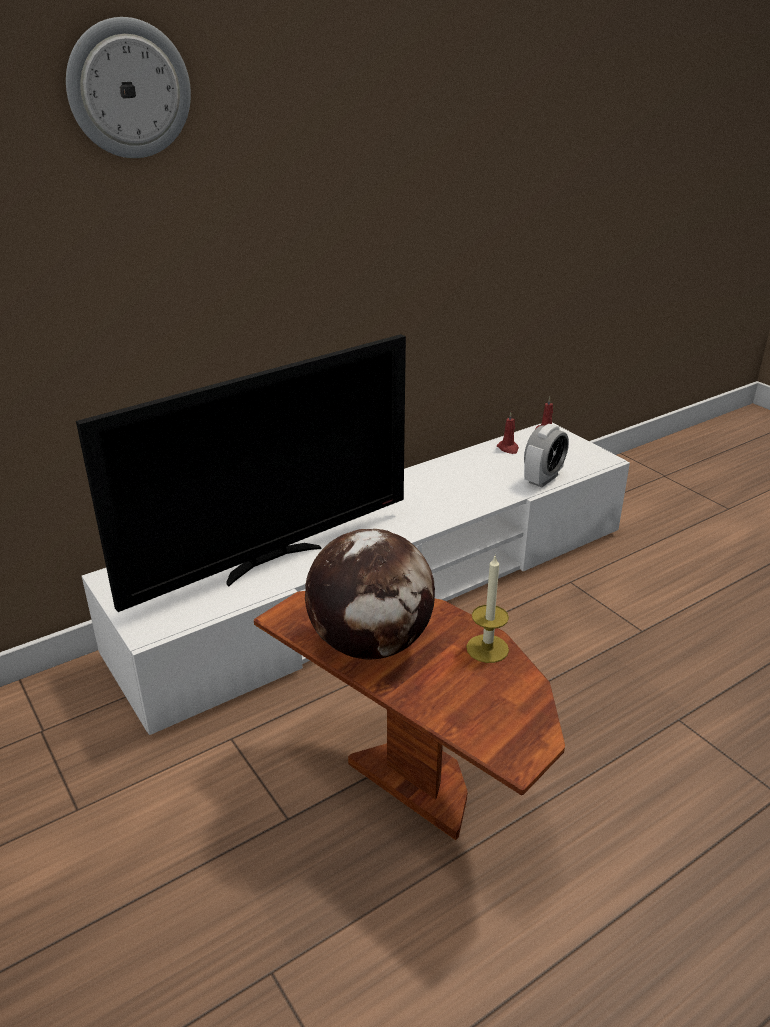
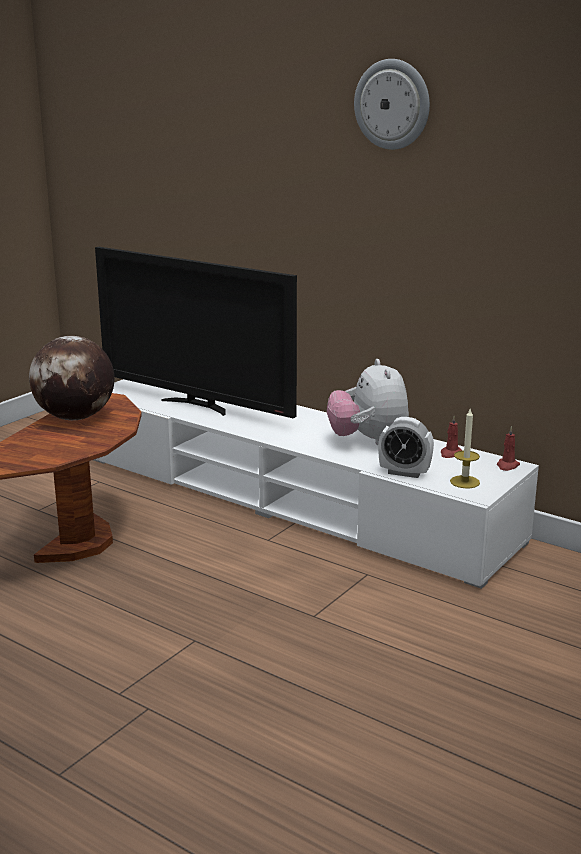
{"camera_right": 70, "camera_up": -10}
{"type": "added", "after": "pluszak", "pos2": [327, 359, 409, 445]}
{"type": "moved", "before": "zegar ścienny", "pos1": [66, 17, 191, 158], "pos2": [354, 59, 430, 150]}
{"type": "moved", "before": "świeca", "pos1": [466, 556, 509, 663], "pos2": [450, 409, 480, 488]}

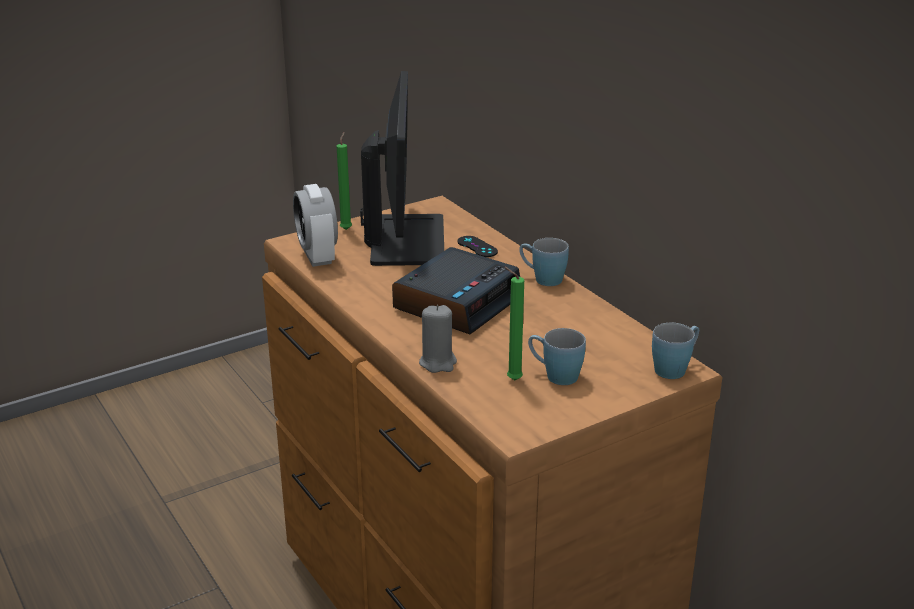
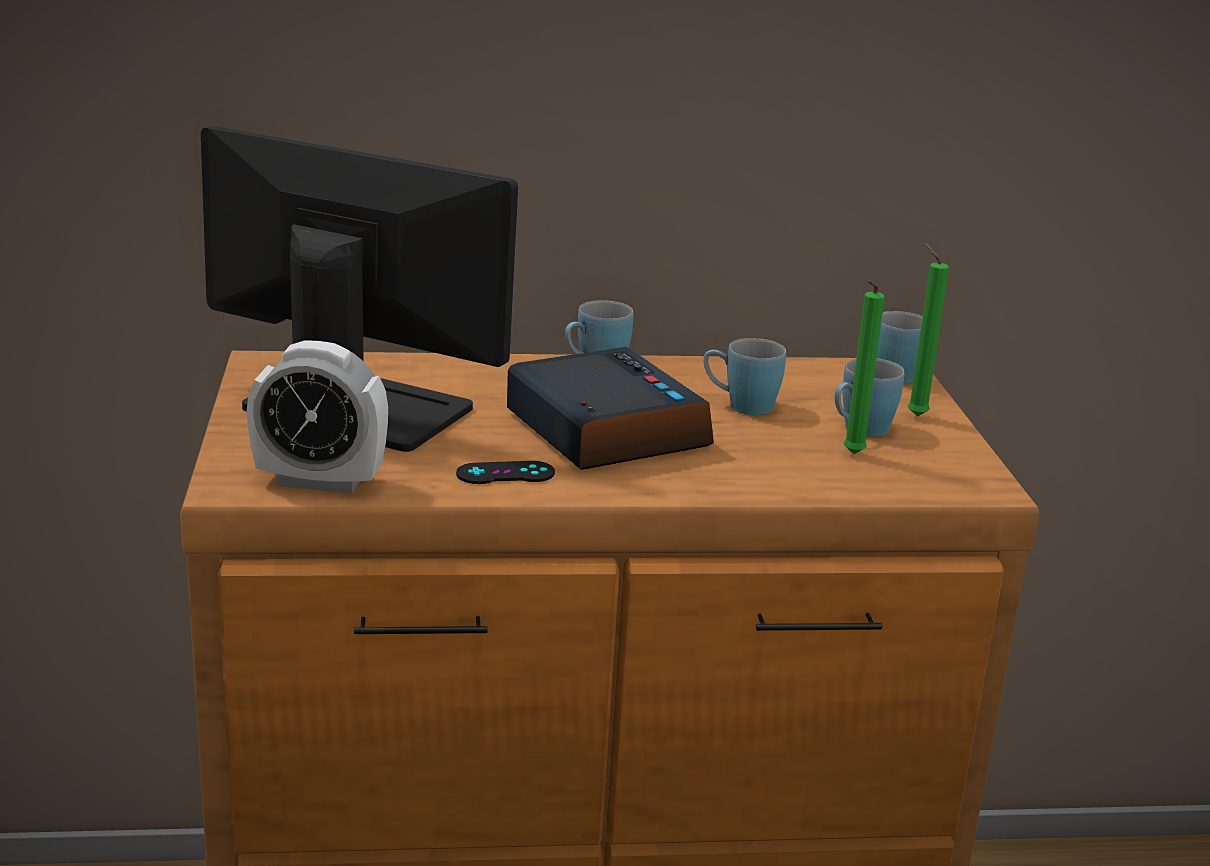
{"camera_right": -65, "camera_up": -5}
{"type": "removed", "before": "świeca (szary)", "pos1": [419, 305, 457, 373]}
{"type": "added", "after": "kubek (niebieski)", "pos2": [704, 338, 786, 415]}
{"type": "moved", "before": "świeca (zielony)", "pos1": [337, 132, 352, 230], "pos2": [908, 243, 949, 417]}
{"type": "moved", "before": "pad do gier (czarny)", "pos1": [457, 236, 498, 257], "pos2": [456, 461, 555, 484]}

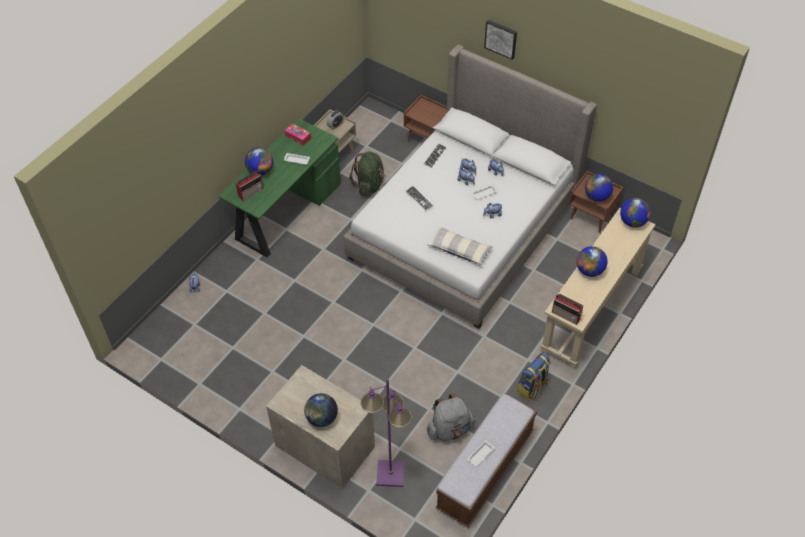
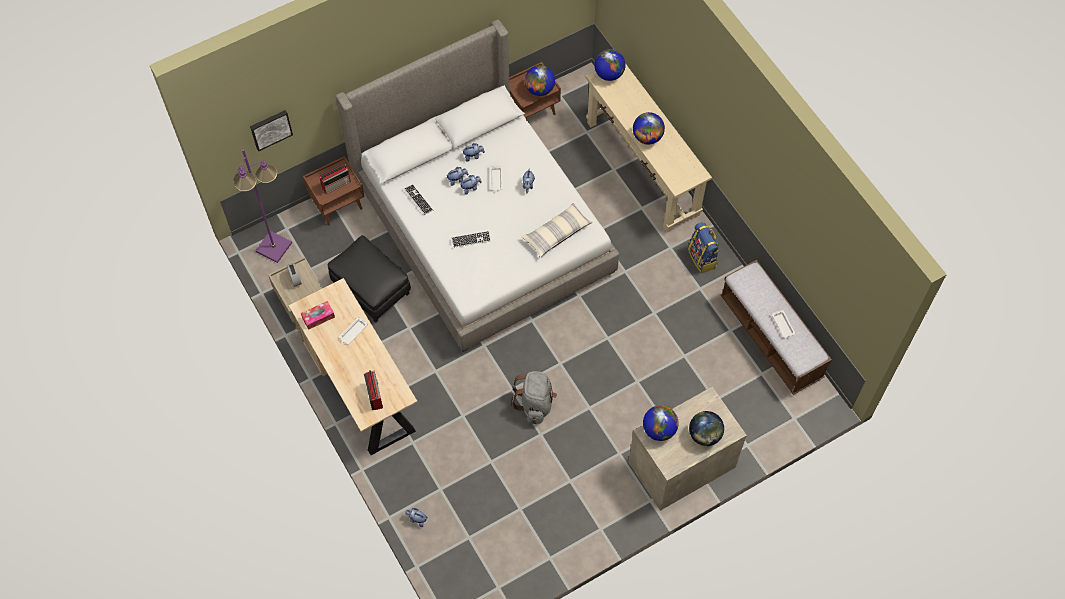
{"camera_right": -65, "camera_up": 10}
{"type": "moved", "before": "globus", "pos1": [245, 147, 273, 176], "pos2": [643, 405, 679, 441]}
{"type": "moved", "before": "lampa stojąca (fioletowy)", "pos1": [361, 378, 412, 487], "pos2": [233, 149, 292, 263]}
{"type": "moved", "before": "plecak (szary)", "pos1": [427, 393, 475, 441], "pos2": [511, 371, 557, 424]}
{"type": "moved", "before": "obraz", "pos1": [484, 20, 517, 60], "pos2": [250, 110, 293, 151]}
{"type": "moved", "before": "radio", "pos1": [552, 294, 583, 325], "pos2": [319, 164, 351, 194]}
{"type": "replaced", "before": "plecak (zielony)", "after": "pufa (czarny)", "pos1": [349, 152, 386, 197], "pos2": [328, 235, 411, 323]}
{"type": "recoloured", "before": "biurko (zielony)", "after": "biurko (beżowy)", "pos1": [218, 119, 341, 258], "pos2": [289, 278, 418, 455]}

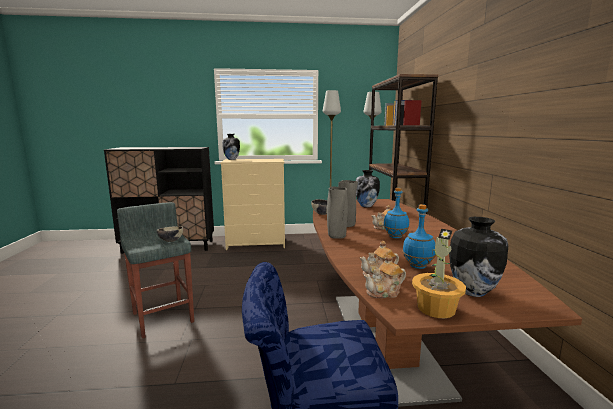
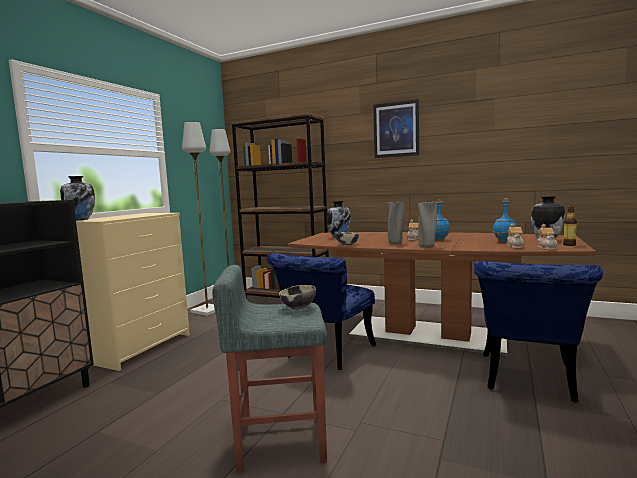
{"camera_right": -60, "camera_up": -5}
{"type": "added", "after": "krzesło (niebieski)", "pos2": [266, 253, 376, 370]}
{"type": "added", "after": "obraz", "pos2": [373, 99, 419, 158]}
{"type": "replaced", "before": "roślina doniczkowa", "after": "butelka", "pos1": [412, 229, 466, 318], "pos2": [563, 206, 577, 246]}

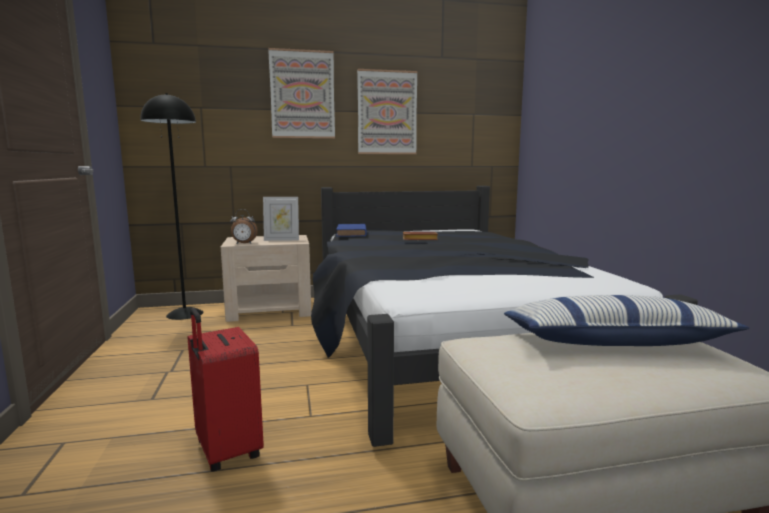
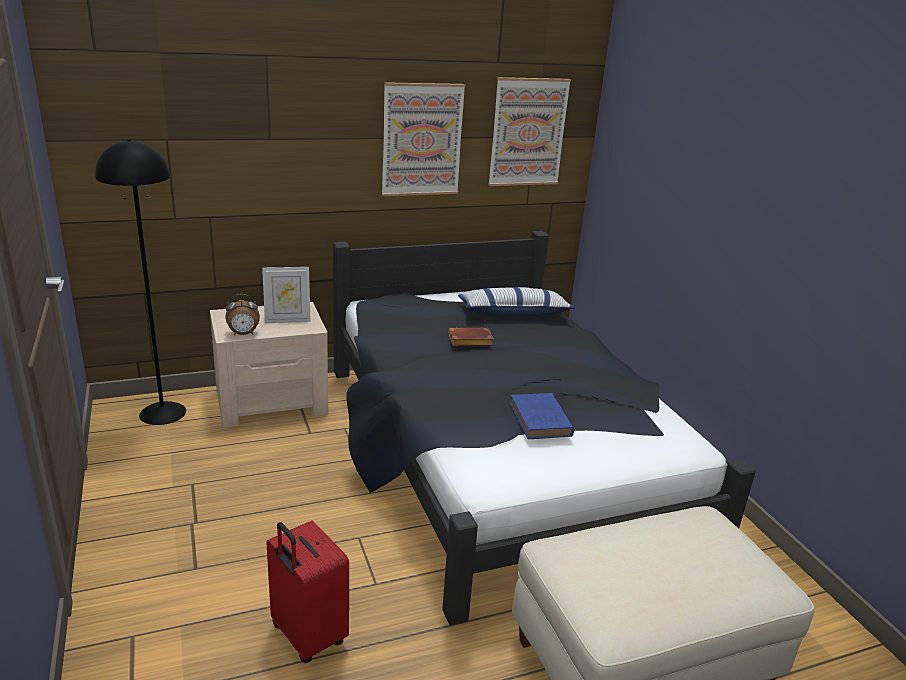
{"camera_right": -10, "camera_up": 15}
{"type": "moved", "before": "obraz", "pos1": [268, 48, 335, 139], "pos2": [488, 77, 571, 186]}
{"type": "moved", "before": "książka (niebieski)", "pos1": [336, 224, 367, 237], "pos2": [510, 393, 574, 439]}
{"type": "moved", "before": "poduszka", "pos1": [504, 295, 749, 346], "pos2": [458, 288, 575, 316]}

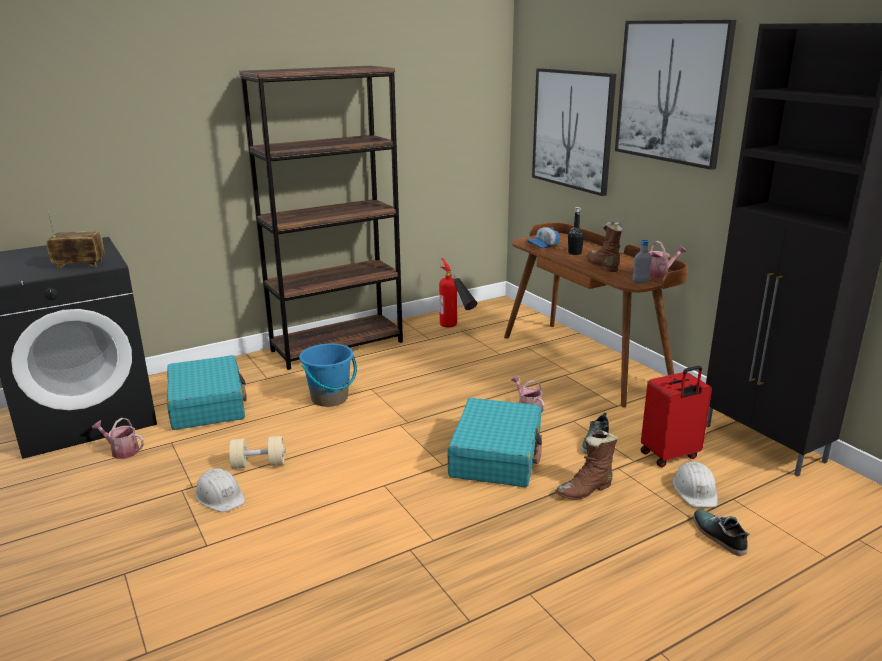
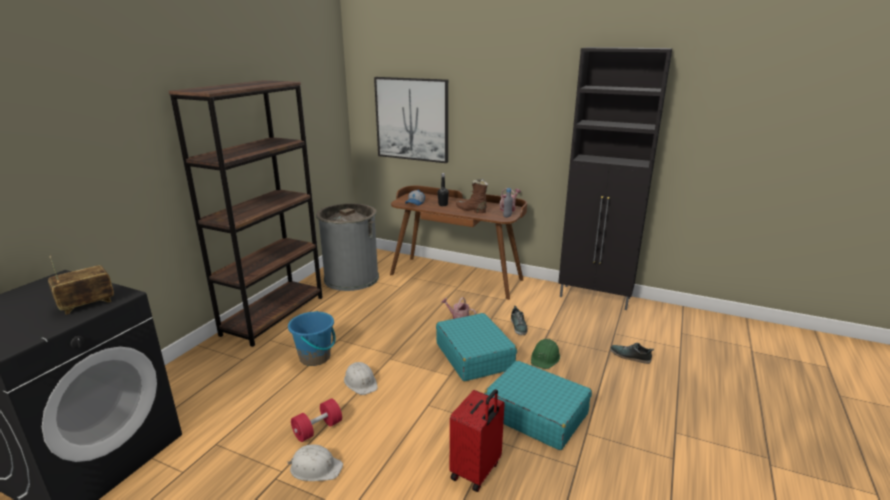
{"camera_right": -35, "camera_up": 0}
{"type": "removed", "before": "konewka", "pos1": [92, 418, 144, 459]}
{"type": "removed", "before": "obraz", "pos1": [615, 20, 736, 170]}
{"type": "moved", "before": "walizka (turkusowy)", "pos1": [167, 355, 247, 430], "pos2": [484, 361, 592, 450]}
{"type": "moved", "before": "walizka (czerwony)", "pos1": [640, 366, 712, 467], "pos2": [450, 389, 505, 492]}
{"type": "moved", "before": "kask (biały)", "pos1": [672, 461, 718, 508], "pos2": [344, 362, 378, 395]}
{"type": "replaced", "before": "gaśnica", "after": "kosz na śmieci (szary)", "pos1": [439, 258, 478, 328], "pos2": [316, 203, 379, 291]}
{"type": "replaced", "before": "but z cholewką (brązowy)", "after": "kask (zielony)", "pos1": [555, 430, 618, 500], "pos2": [531, 339, 560, 369]}
{"type": "recoloured", "before": "hantel (beżowy)", "after": "hantel (czerwony)", "pos1": [229, 436, 286, 469], "pos2": [291, 398, 342, 442]}

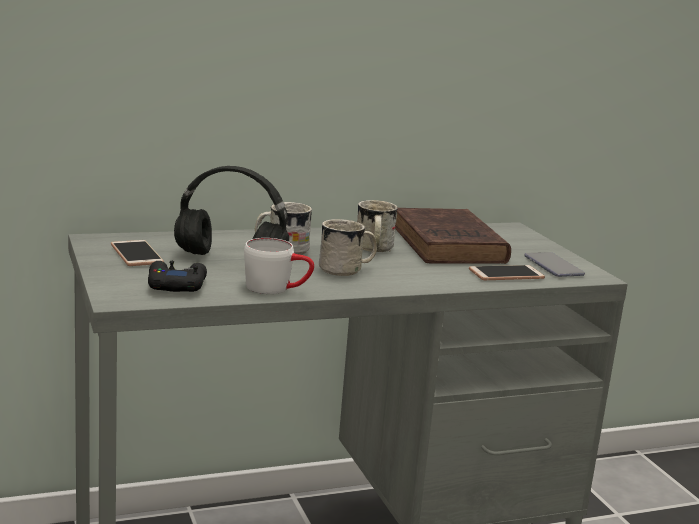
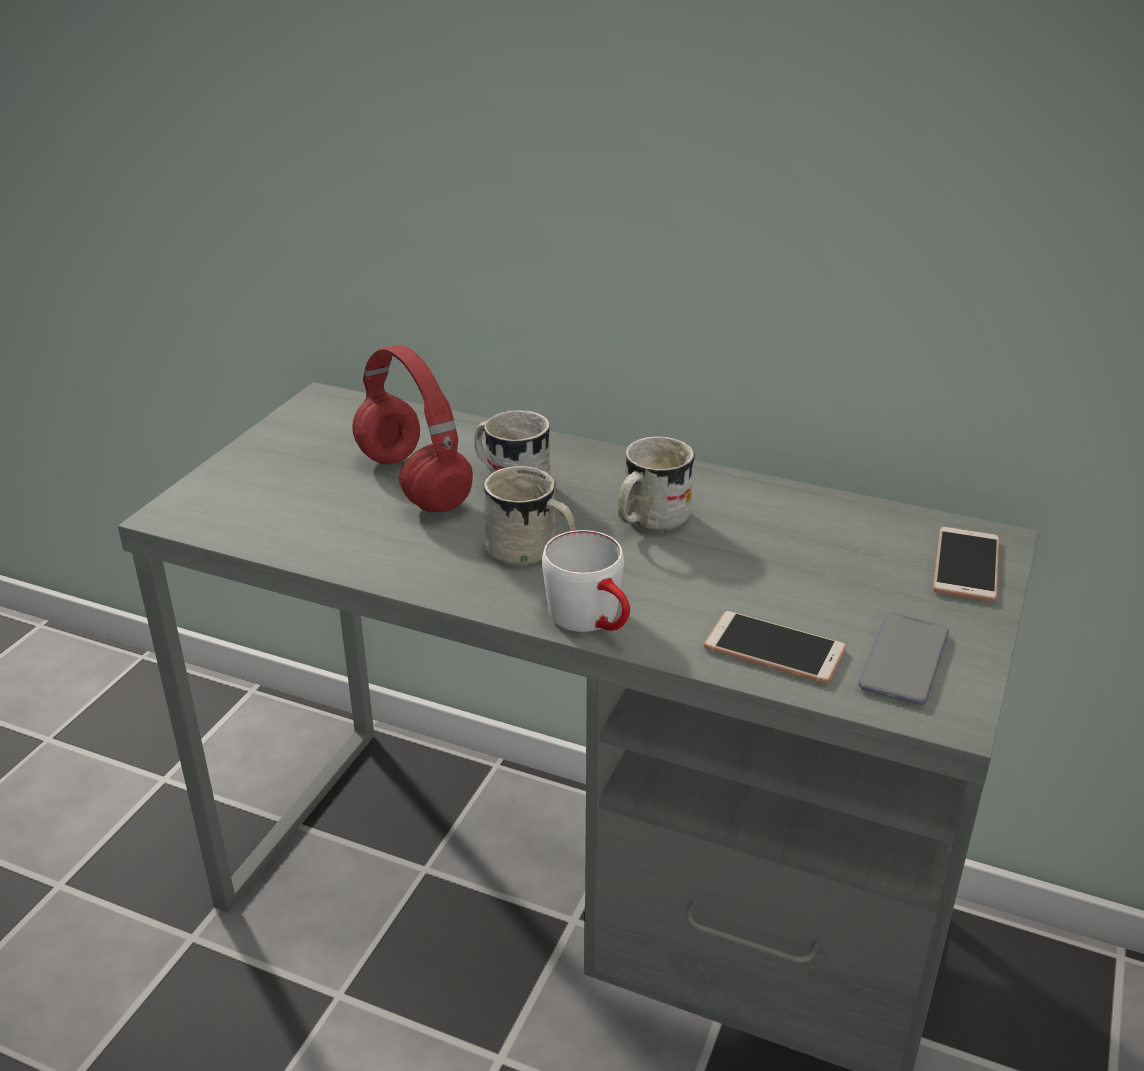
{"camera_right": 45, "camera_up": 15}
{"type": "removed", "before": "pad do gier (czarny)", "pos1": [148, 261, 207, 292]}
{"type": "removed", "before": "książka (brązowy)", "pos1": [395, 208, 511, 264]}
{"type": "moved", "before": "telefon", "pos1": [111, 240, 164, 266], "pos2": [933, 527, 999, 602]}
{"type": "moved", "before": "kubek (biały)", "pos1": [244, 238, 314, 294], "pos2": [542, 530, 630, 632]}
{"type": "recoloured", "before": "słuchawki (czarny)", "after": "słuchawki (czerwony)", "pos1": [174, 166, 289, 255], "pos2": [352, 345, 473, 513]}

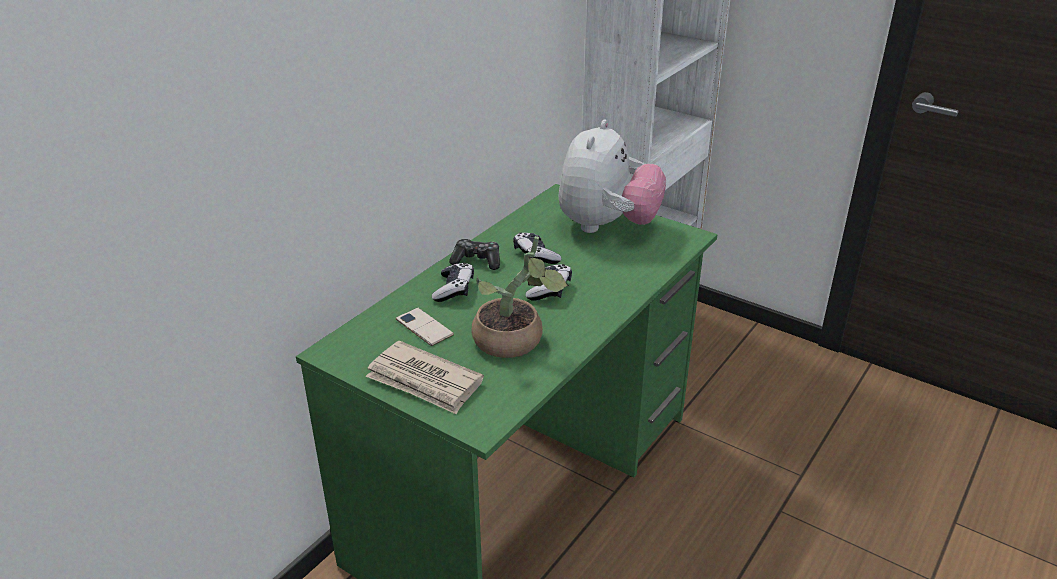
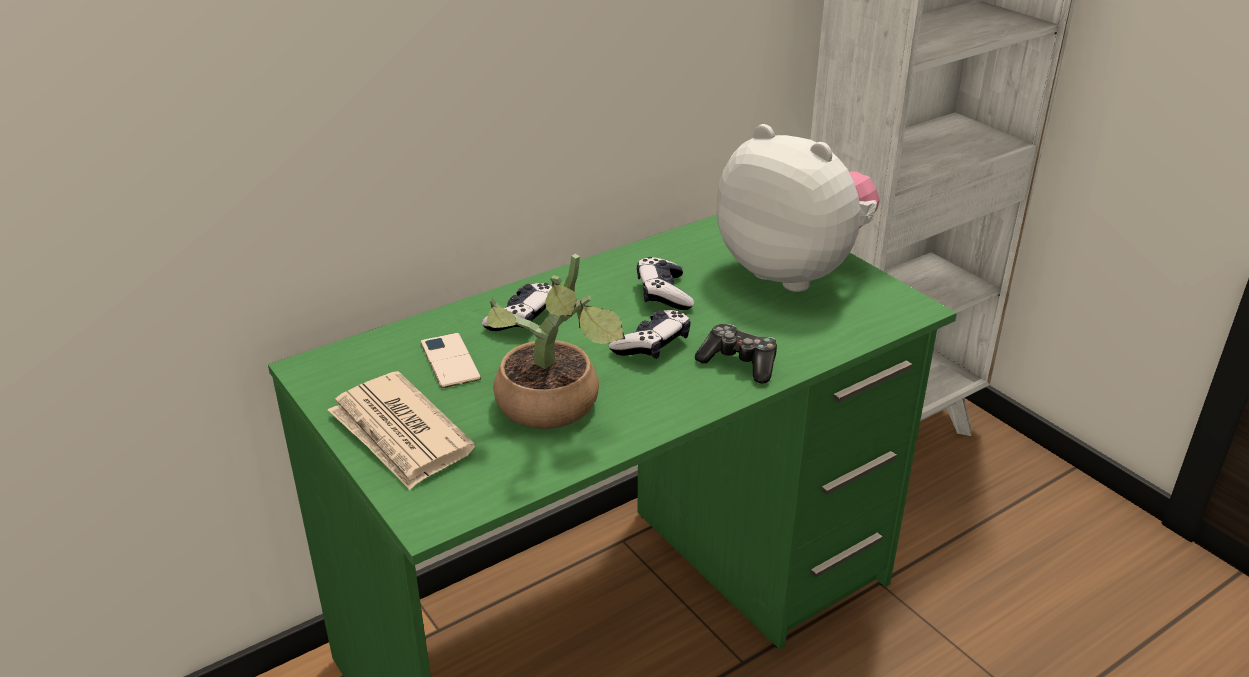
{"camera_right": 20, "camera_up": 0}
{"type": "moved", "before": "pad do gier", "pos1": [449, 239, 500, 270], "pos2": [695, 324, 777, 383]}
{"type": "turned", "before": "pluszak", "pos1": [559, 119, 666, 233], "pos2": [716, 124, 880, 292], "turn": -90}

